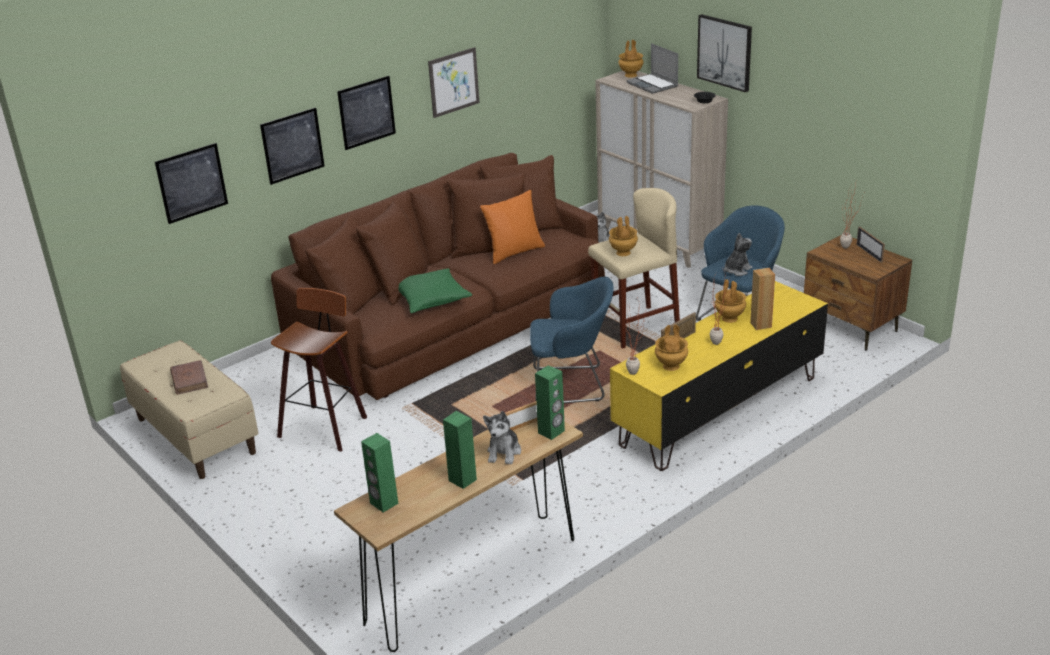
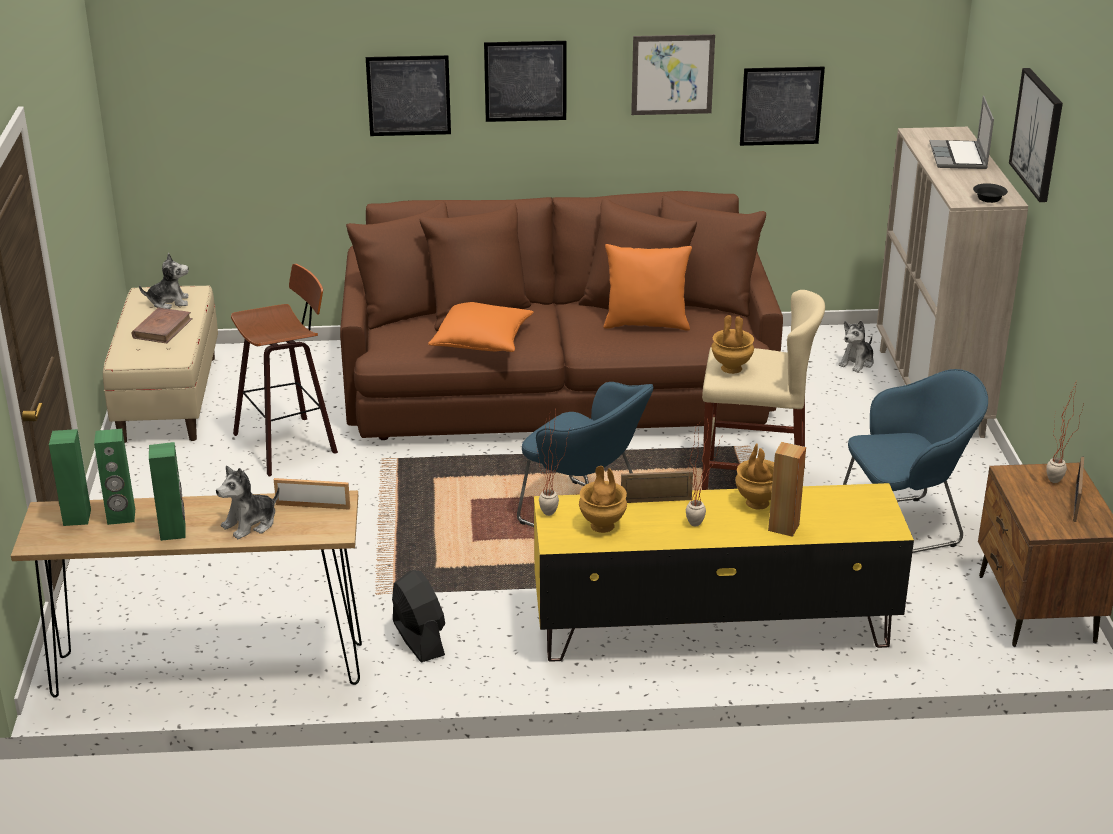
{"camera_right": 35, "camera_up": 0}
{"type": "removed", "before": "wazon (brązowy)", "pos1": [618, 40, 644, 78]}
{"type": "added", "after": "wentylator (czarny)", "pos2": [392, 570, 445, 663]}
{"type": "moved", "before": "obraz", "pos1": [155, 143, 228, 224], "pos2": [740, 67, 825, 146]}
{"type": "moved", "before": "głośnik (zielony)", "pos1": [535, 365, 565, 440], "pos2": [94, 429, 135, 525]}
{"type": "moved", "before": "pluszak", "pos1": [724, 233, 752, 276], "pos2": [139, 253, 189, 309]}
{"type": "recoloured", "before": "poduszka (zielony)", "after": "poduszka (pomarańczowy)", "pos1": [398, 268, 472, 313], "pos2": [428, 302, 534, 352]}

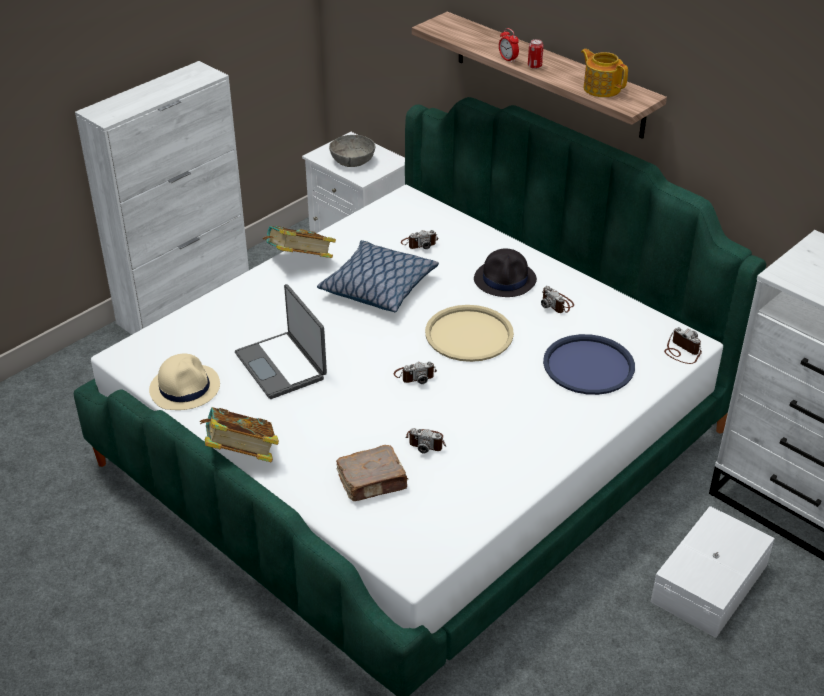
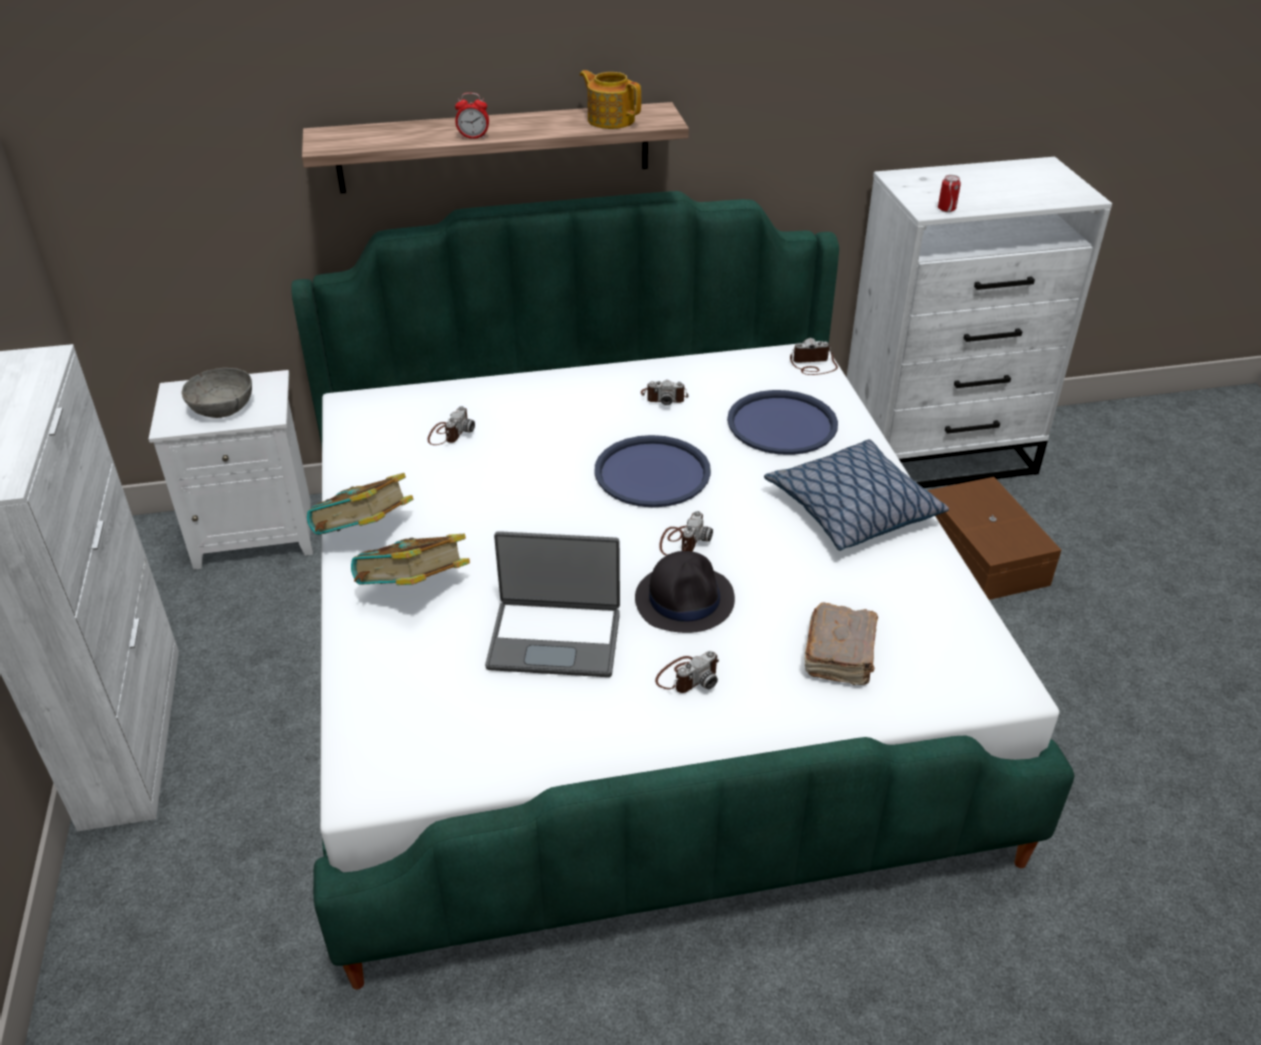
{"camera_right": -55, "camera_up": 0}
{"type": "removed", "before": "kapelusz (beżowy)", "pos1": [149, 354, 220, 410]}
{"type": "moved", "before": "książka", "pos1": [200, 407, 279, 462], "pos2": [351, 534, 470, 585]}
{"type": "moved", "before": "poduszka", "pos1": [317, 240, 439, 312], "pos2": [764, 439, 949, 551]}
{"type": "moved", "before": "aparat fotograficzny", "pos1": [405, 428, 446, 454], "pos2": [655, 651, 719, 693]}
{"type": "moved", "before": "kapelusz (czarny)", "pos1": [474, 249, 537, 297], "pos2": [635, 551, 735, 633]}
{"type": "moved", "before": "puszka", "pos1": [528, 39, 543, 69], "pos2": [938, 175, 961, 212]}
{"type": "recoloured", "before": "taca (beżowy)", "after": "taca (niebieski)", "pos1": [425, 305, 514, 362], "pos2": [595, 435, 711, 508]}
{"type": "recoloured", "before": "pojemnik do przechowywania (biały)", "after": "pojemnik do przechowywania (brązowy)", "pos1": [651, 506, 775, 638], "pos2": [927, 477, 1061, 600]}
{"type": "turned", "before": "imbryk", "pos1": [581, 49, 628, 97], "pos2": [579, 70, 641, 129], "turn": 45}

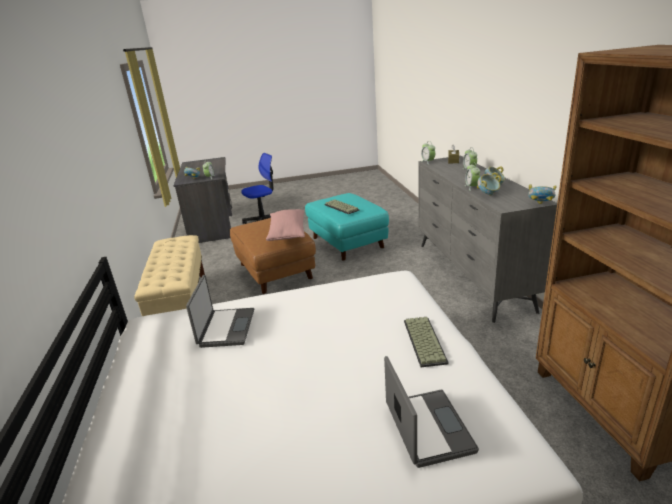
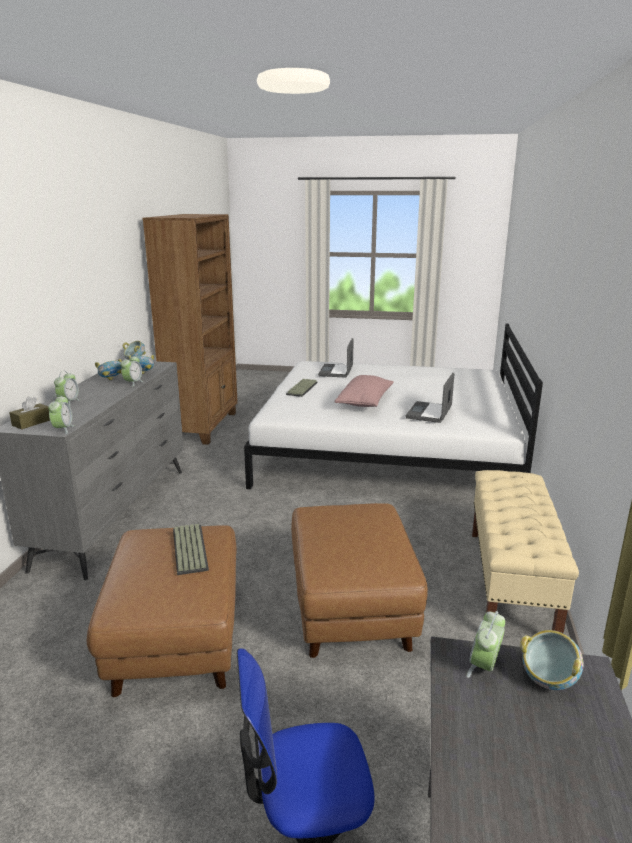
{"camera_right": -160, "camera_up": -5}
{"type": "moved", "before": "poduszka (różowy)", "pos1": [266, 209, 305, 241], "pos2": [335, 375, 394, 407]}
{"type": "recoloured", "before": "pufa (turkusowy)", "after": "pufa (brązowy)", "pos1": [305, 193, 389, 261], "pos2": [87, 525, 237, 697]}

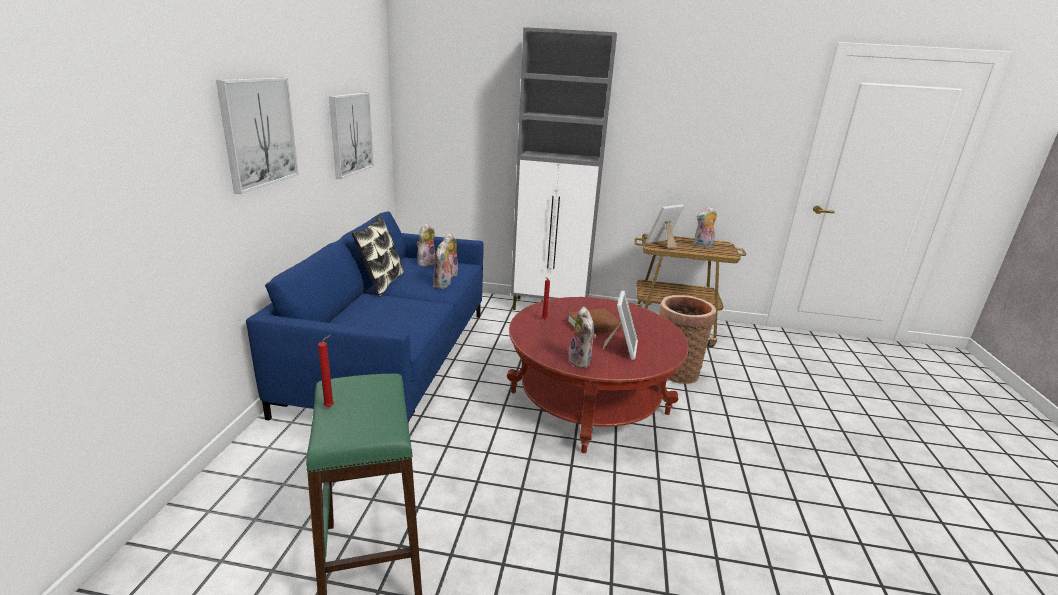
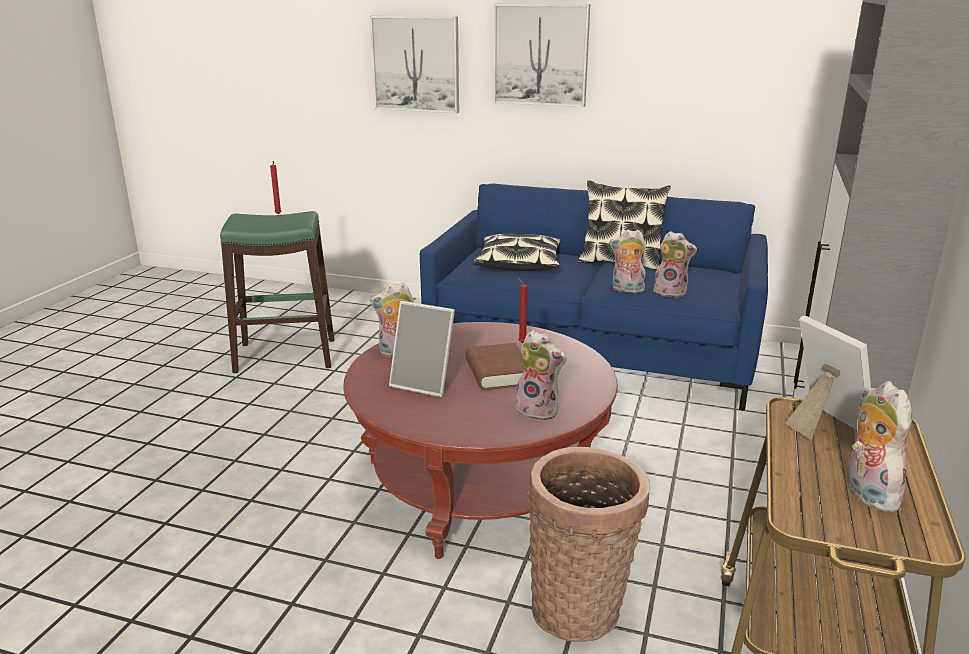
{"camera_right": 100, "camera_up": 0}
{"type": "added", "after": "poduszka", "pos2": [472, 234, 560, 271]}
{"type": "moved", "before": "obraz", "pos1": [329, 93, 374, 179], "pos2": [370, 15, 459, 113]}
{"type": "moved", "before": "pluszak", "pos1": [417, 223, 435, 266], "pos2": [515, 330, 567, 421]}

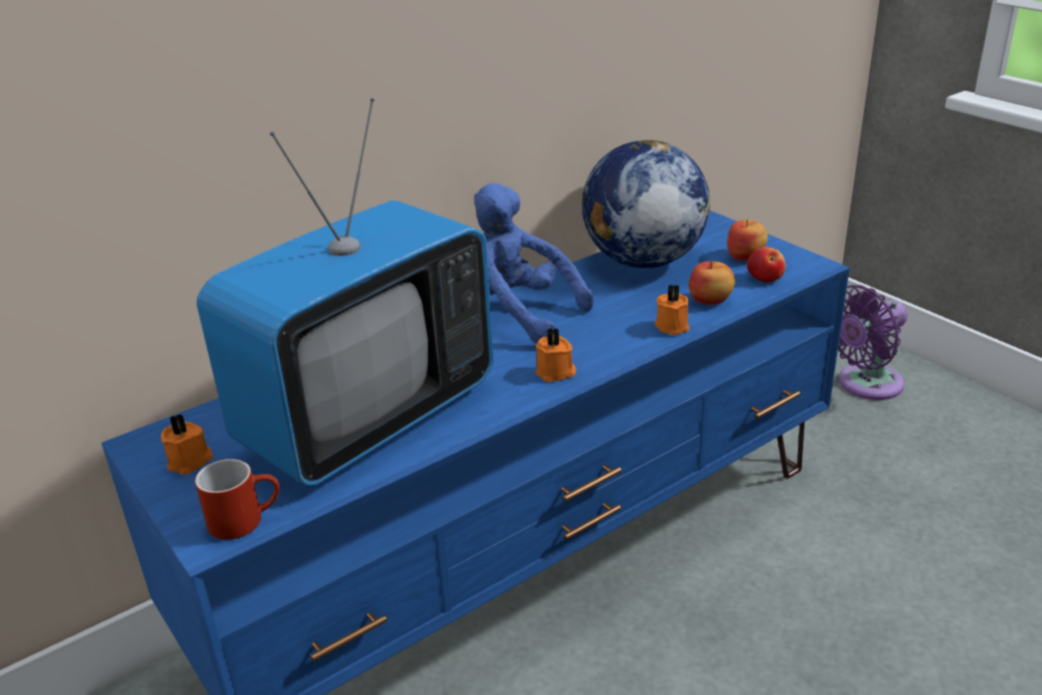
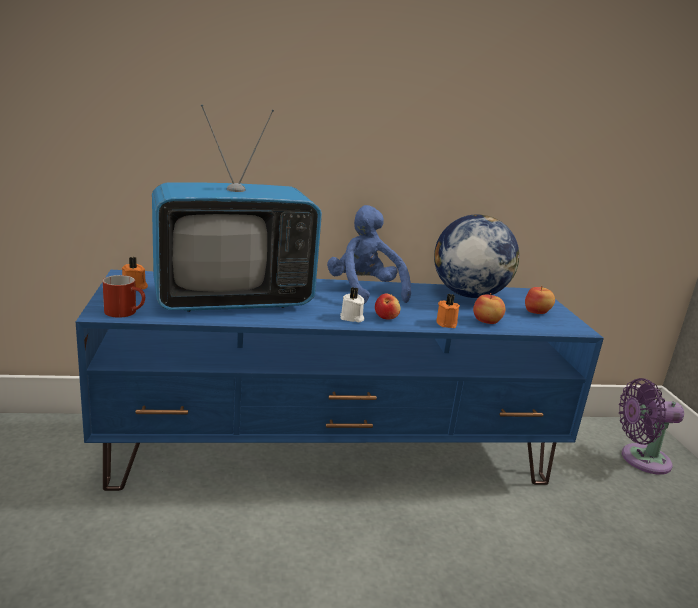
{"camera_right": 25, "camera_up": -10}
{"type": "moved", "before": "jabłko", "pos1": [747, 247, 786, 282], "pos2": [375, 293, 400, 320]}
{"type": "recoloured", "before": "świeca (pomarańczowy)", "after": "świeca (biały)", "pos1": [535, 328, 576, 382], "pos2": [340, 287, 364, 323]}

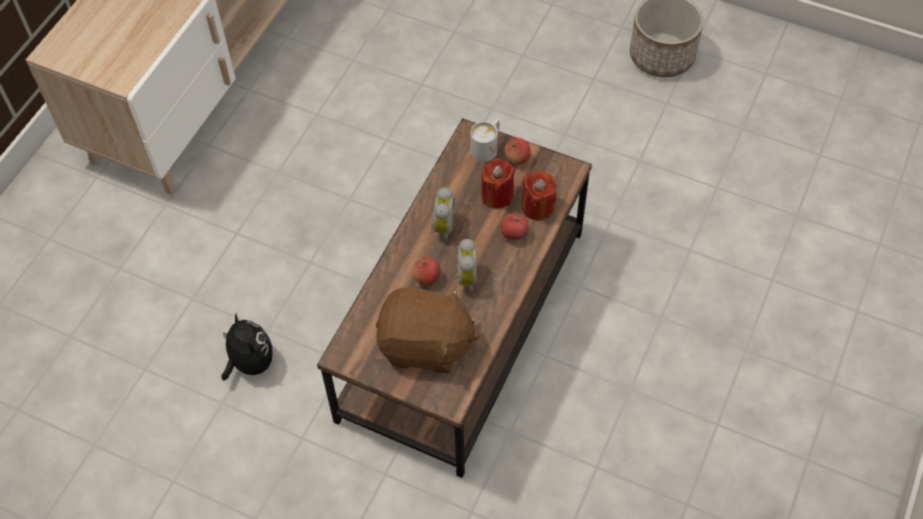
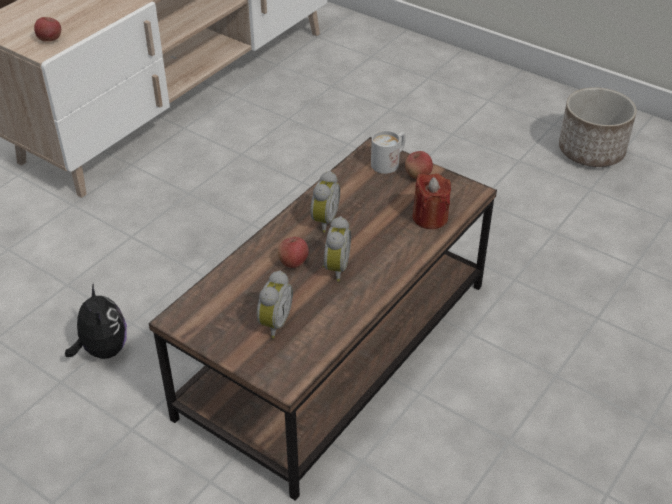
{"camera_right": 10, "camera_up": -15}
{"type": "removed", "before": "świeca (czerwony)", "pos1": [481, 158, 515, 209]}
{"type": "moved", "before": "jabłko", "pos1": [501, 214, 529, 240], "pos2": [34, 17, 61, 41]}
{"type": "replaced", "before": "pluszak (brązowy)", "after": "budzik", "pos1": [376, 286, 480, 374], "pos2": [257, 270, 293, 339]}

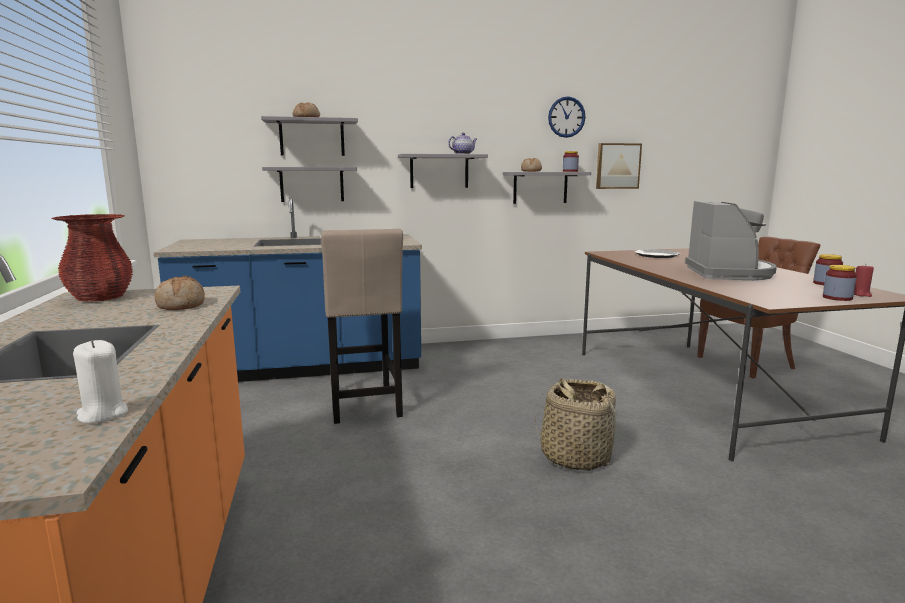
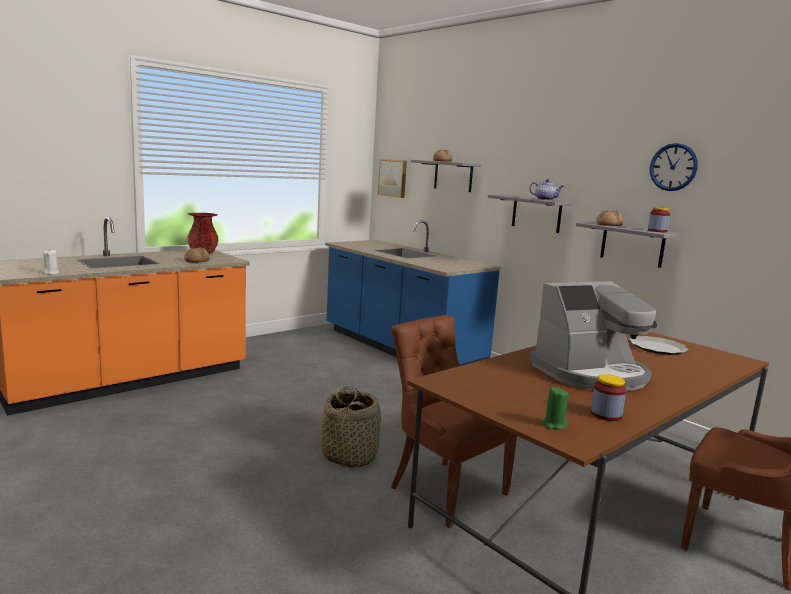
{"camera_right": 60, "camera_up": 0}
{"type": "removed", "before": "półka (szary)", "pos1": [262, 167, 357, 202]}
{"type": "removed", "before": "stołek (beżowy)", "pos1": [321, 229, 403, 424]}
{"type": "removed", "before": "słoik", "pos1": [823, 265, 857, 301]}
{"type": "added", "after": "krzesło (brązowy)", "pos2": [391, 315, 517, 528]}
{"type": "moved", "before": "obraz", "pos1": [596, 143, 642, 189], "pos2": [378, 159, 407, 198]}
{"type": "recoloured", "before": "świeca (czerwony)", "after": "świeca (zielony)", "pos1": [854, 265, 874, 297], "pos2": [542, 387, 569, 430]}

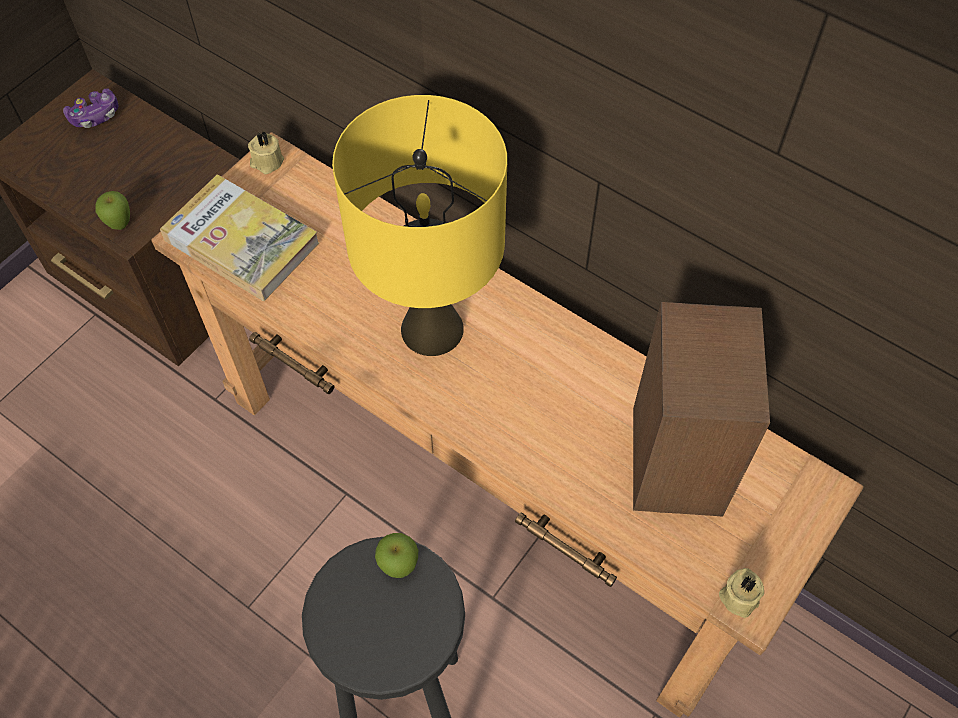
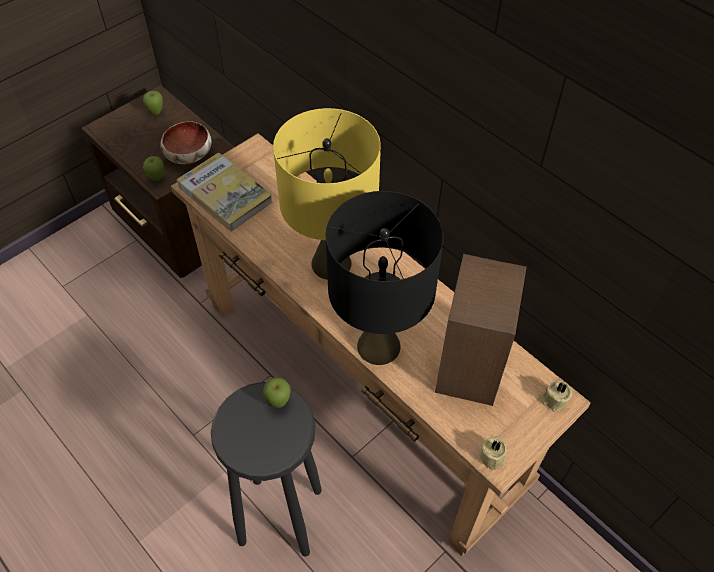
{"camera_right": 10, "camera_up": -5}
{"type": "added", "after": "miska", "pos2": [160, 121, 212, 164]}
{"type": "added", "after": "lampa stołowa (czarny)", "pos2": [326, 191, 444, 365]}
{"type": "moved", "before": "świeca (beżowy)", "pos1": [248, 132, 284, 174], "pos2": [541, 381, 572, 412]}
{"type": "replaced", "before": "pad do gier", "after": "jabłko", "pos1": [63, 89, 119, 128], "pos2": [143, 91, 163, 115]}

